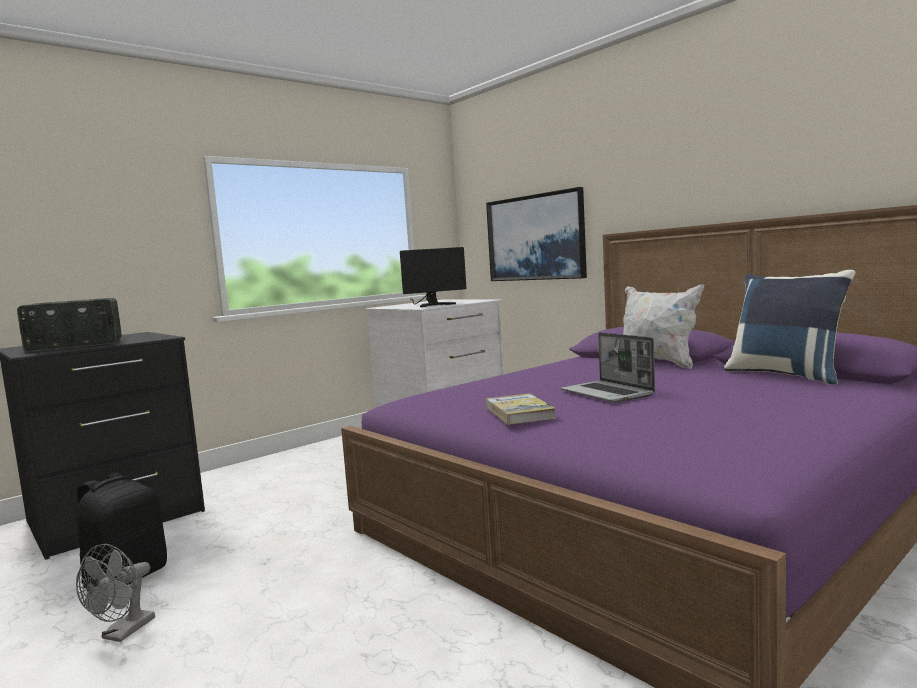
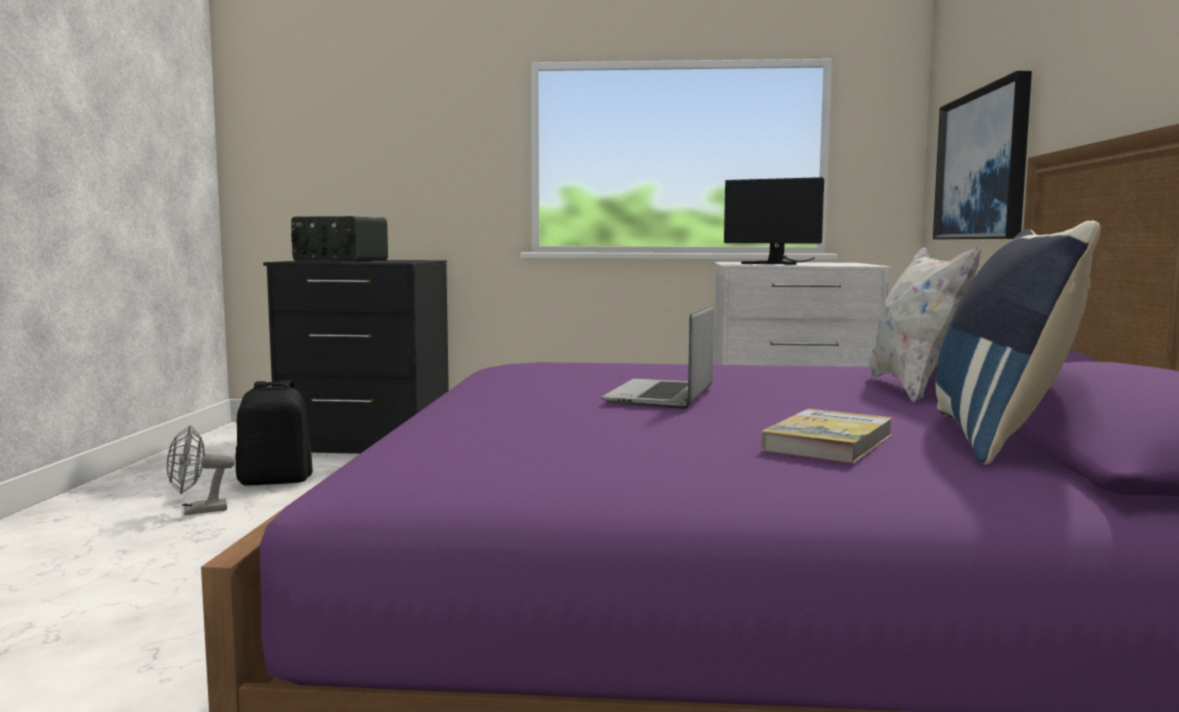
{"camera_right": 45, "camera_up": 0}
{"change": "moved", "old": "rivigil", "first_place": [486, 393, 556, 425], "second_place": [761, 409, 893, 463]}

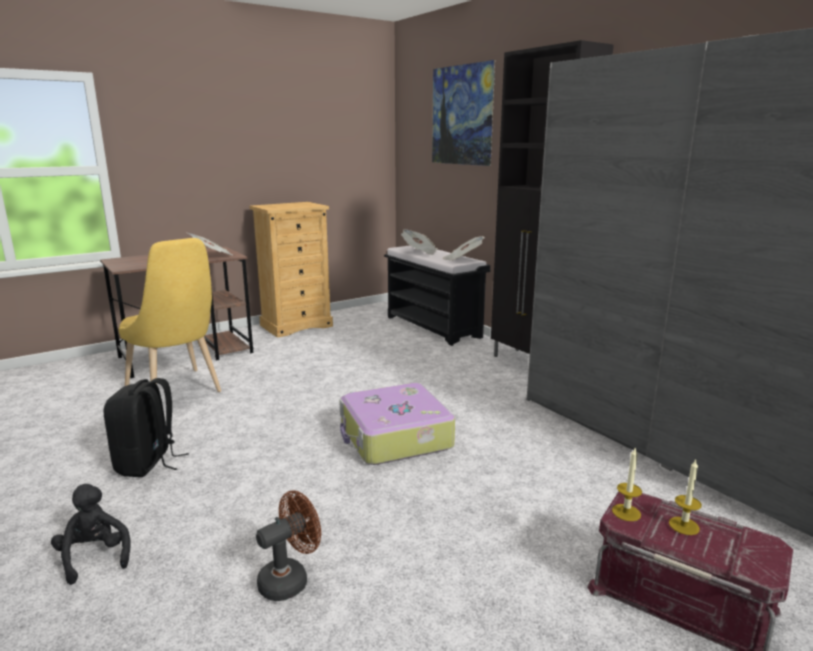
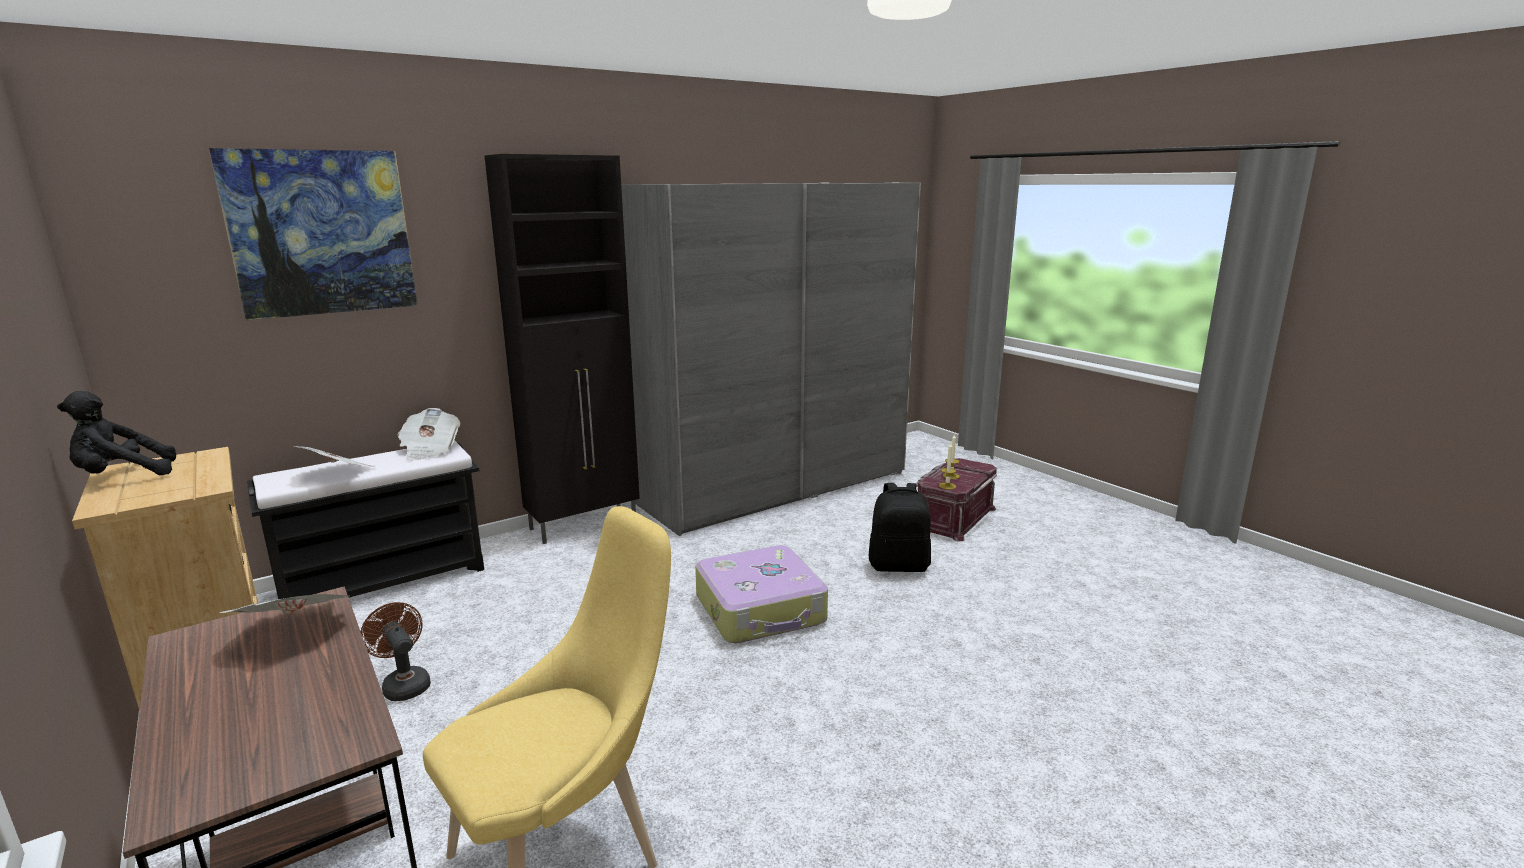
{"camera_right": -90, "camera_up": 0}
{"change": "moved", "old": "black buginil", "first_place": [51, 484, 131, 585], "second_place": [57, 391, 176, 475]}
{"change": "moved", "old": "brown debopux", "first_place": [256, 490, 321, 601], "second_place": [361, 602, 431, 701]}
{"change": "moved", "old": "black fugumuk", "first_place": [104, 378, 189, 477], "second_place": [869, 483, 931, 572]}

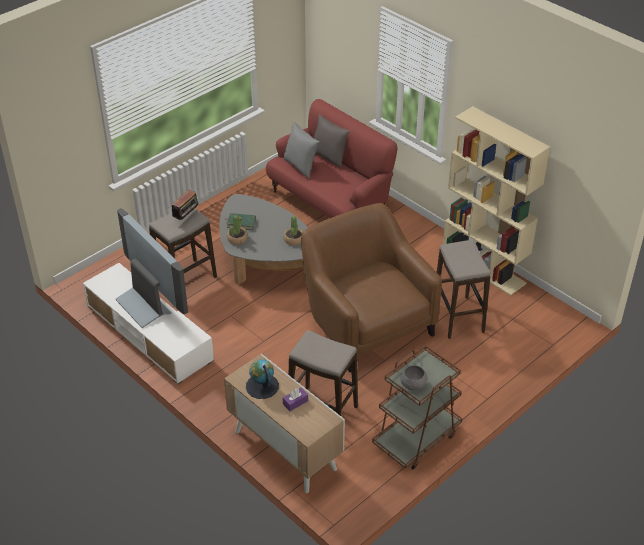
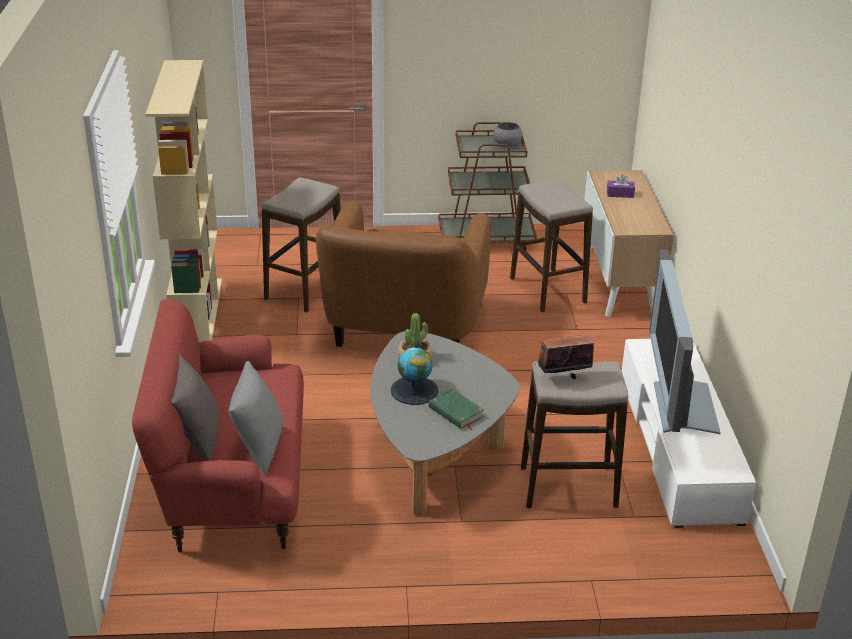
{"camera_right": -140, "camera_up": -10}
{"change": "moved", "old": "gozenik", "first_place": [246, 359, 279, 399], "second_place": [391, 341, 439, 405]}
{"change": "removed", "old": "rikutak", "first_place": [227, 215, 248, 245]}

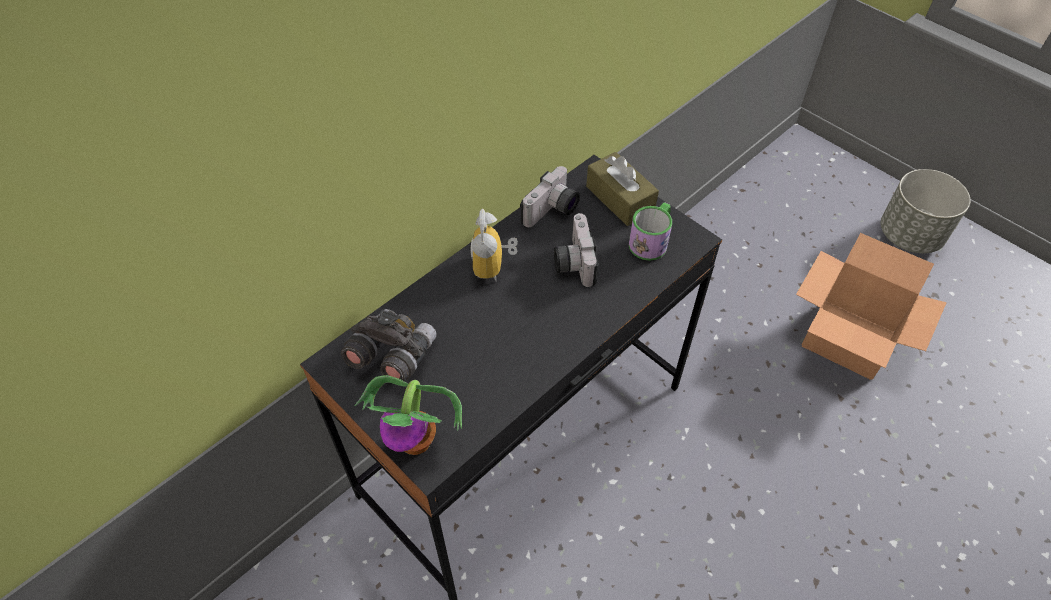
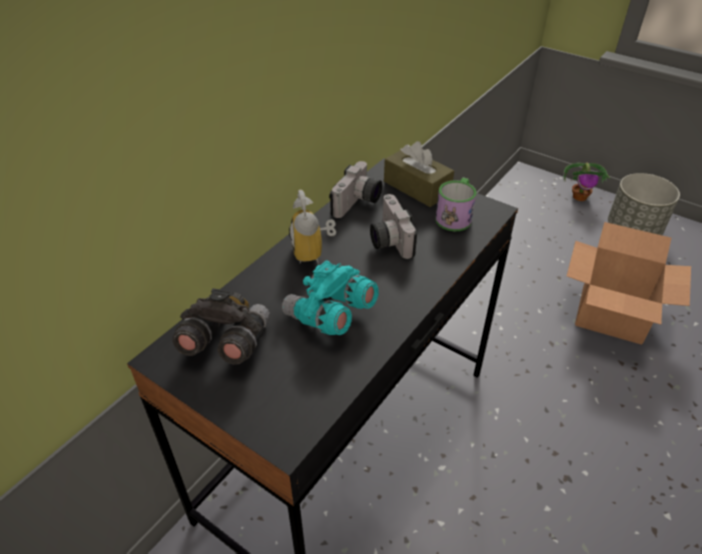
{"camera_right": -10, "camera_up": -10}
{"change": "added", "new": "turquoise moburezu", "second_place": [282, 260, 379, 335]}
{"change": "moved", "old": "rikutak", "first_place": [355, 375, 462, 455], "second_place": [563, 163, 611, 201]}

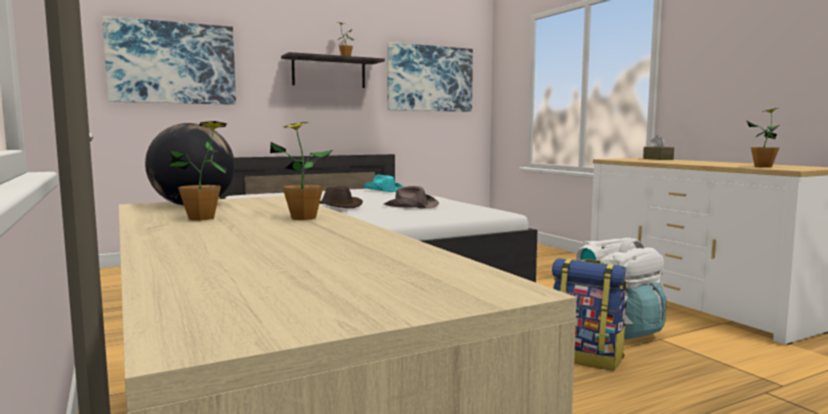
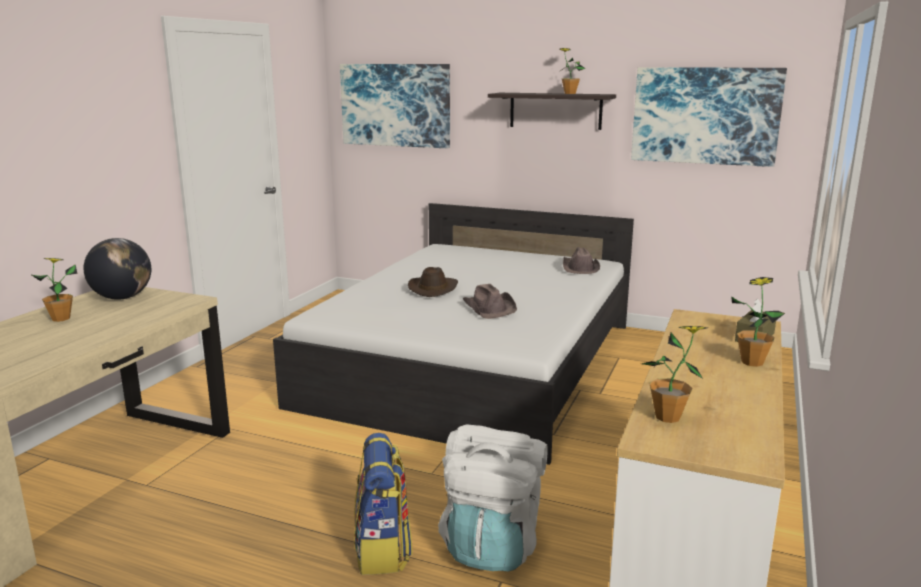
{"camera_right": 50, "camera_up": 10}
{"change": "recoloured", "old": "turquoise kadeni", "new": "brown kadeni", "first_place": [363, 175, 403, 192], "second_place": [563, 247, 600, 274]}
{"change": "moved", "old": "rikutak", "first_place": [270, 122, 332, 220], "second_place": [731, 277, 785, 367]}

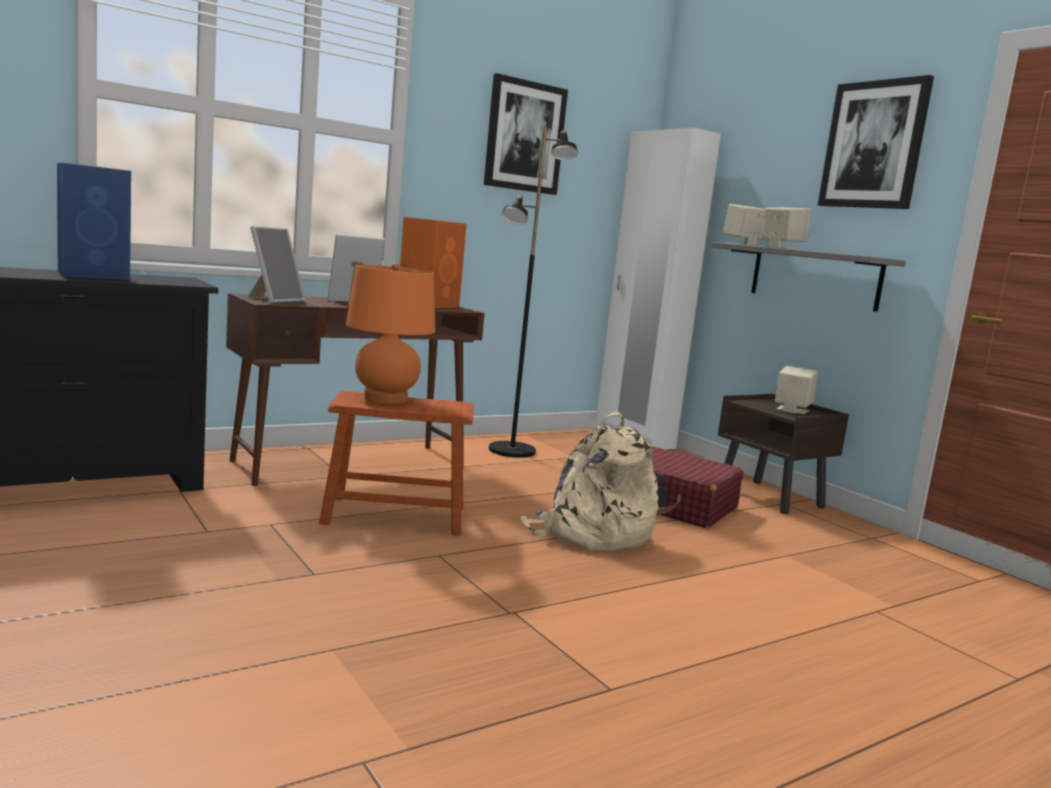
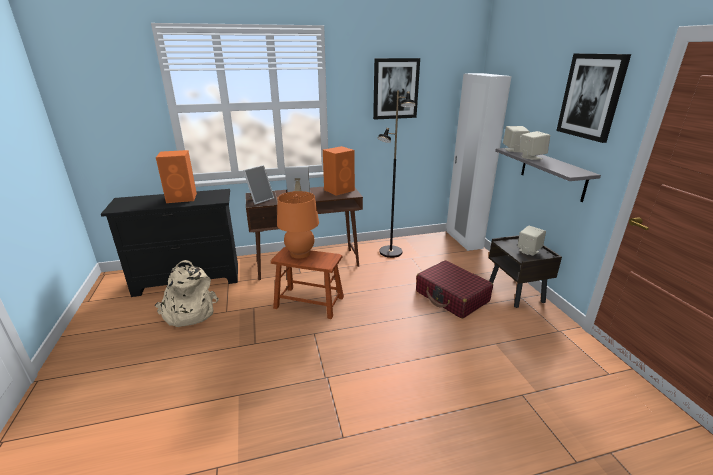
{"camera_right": 20, "camera_up": 15}
{"change": "moved", "old": "beige fugumuk", "first_place": [520, 412, 659, 552], "second_place": [155, 260, 219, 327]}
{"change": "recoloured", "old": "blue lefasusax", "new": "orange lefasusax", "first_place": [57, 163, 131, 280], "second_place": [156, 150, 197, 203]}

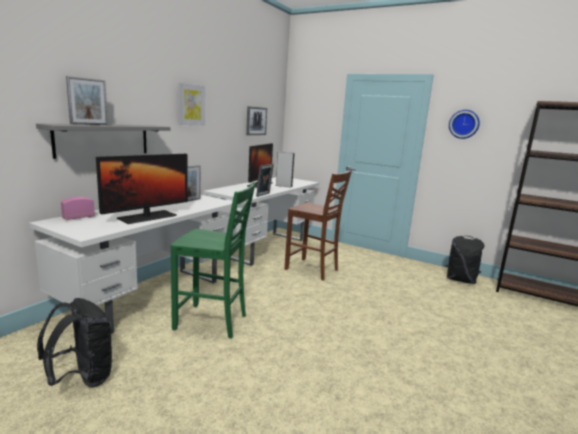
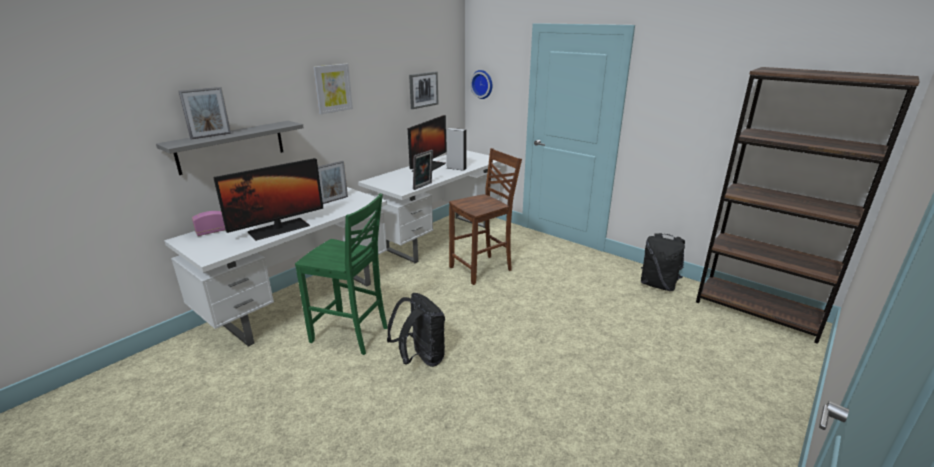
{"camera_right": 10, "camera_up": 10}
{"change": "moved", "old": "black fugumuk", "first_place": [37, 298, 113, 388], "second_place": [387, 293, 445, 367]}
{"change": "turned", "old": "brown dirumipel", "first_place": [285, 170, 352, 280], "second_place": [449, 148, 522, 285], "degrees": -75}
{"change": "moved", "old": "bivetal", "first_place": [449, 110, 480, 139], "second_place": [470, 70, 492, 99]}

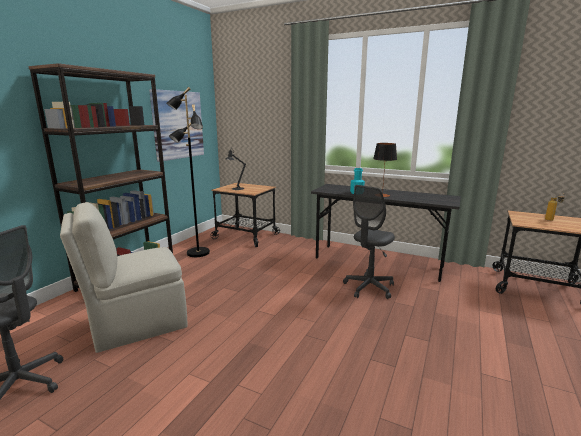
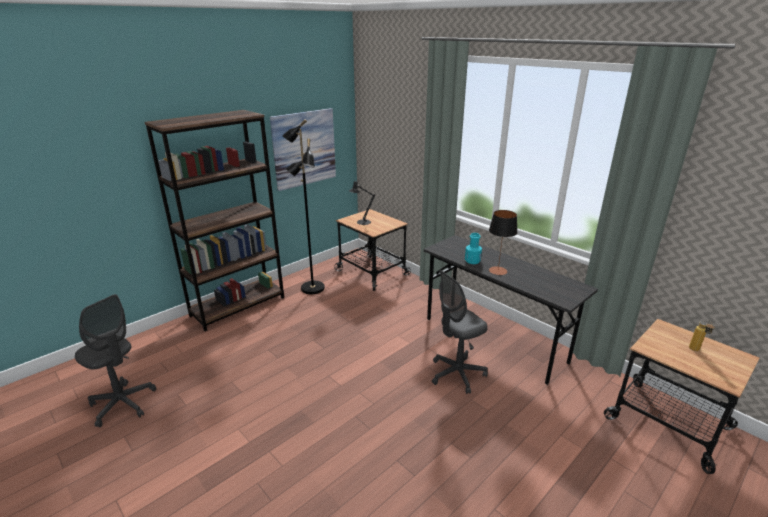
{"camera_right": 20, "camera_up": 10}
{"change": "removed", "old": "beige dirumipel", "first_place": [60, 202, 188, 353]}

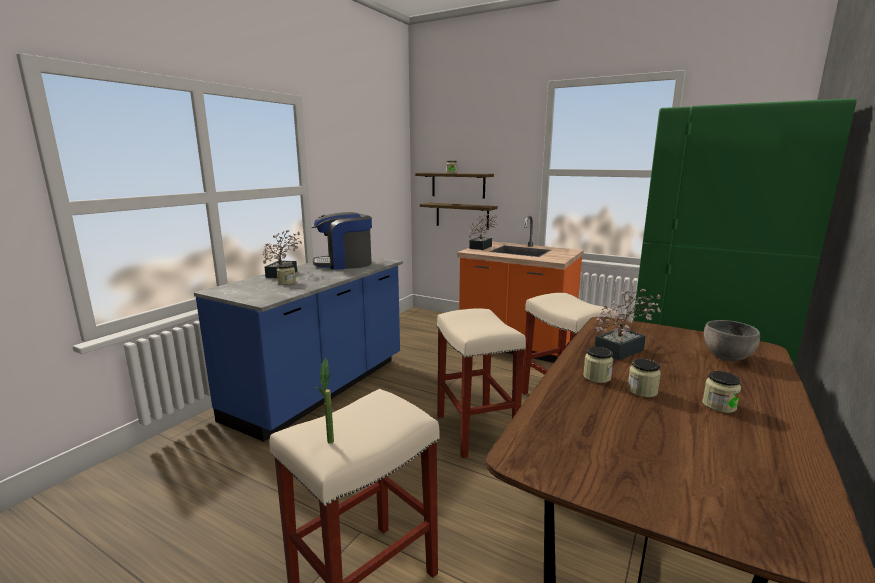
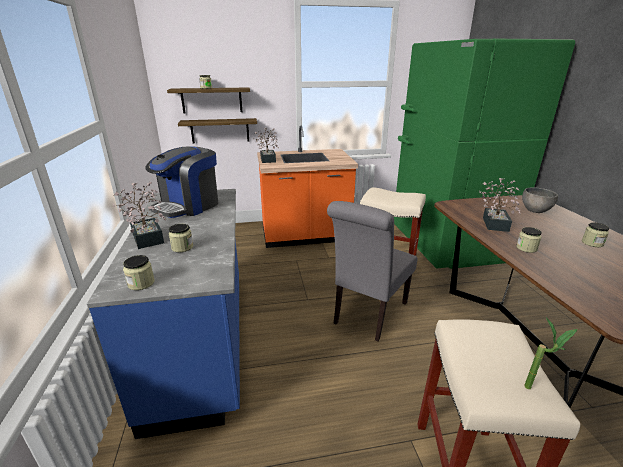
{"camera_right": -40, "camera_up": 10}
{"change": "moved", "old": "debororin", "first_place": [627, 358, 661, 397], "second_place": [123, 255, 155, 290]}
{"change": "replaced", "old": "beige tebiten", "new": "grey dirumipel", "first_place": [437, 308, 526, 458], "second_place": [327, 201, 418, 341]}

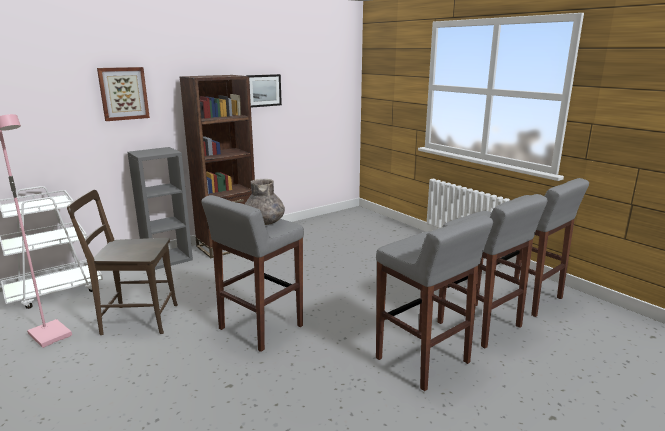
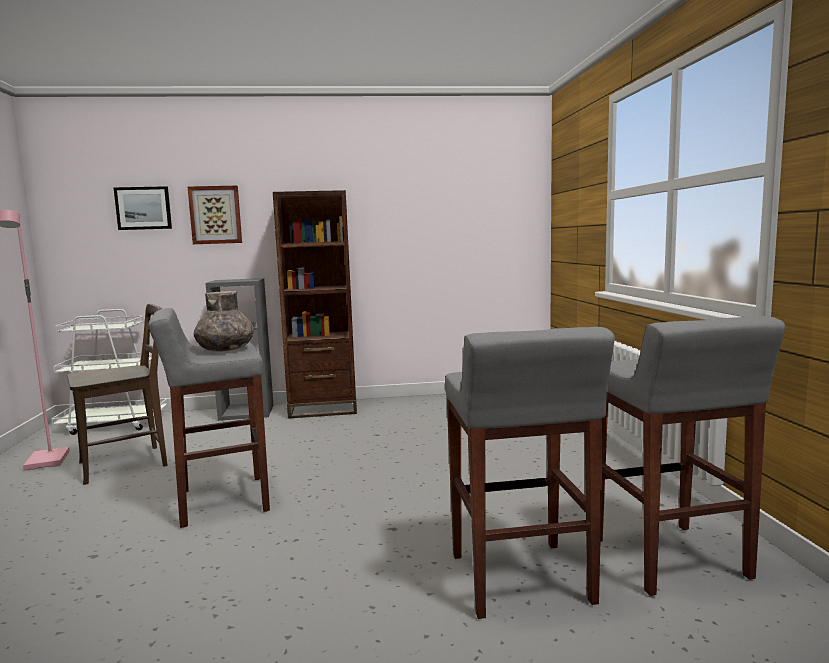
{"camera_right": 30, "camera_up": -10}
{"change": "turned", "old": "brown dirumipel", "first_place": [67, 190, 178, 335], "second_place": [67, 304, 167, 485], "degrees": 120}
{"change": "moved", "old": "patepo", "first_place": [246, 74, 282, 108], "second_place": [113, 186, 172, 230]}
{"change": "removed", "old": "grey tebiten", "first_place": [376, 215, 493, 391]}

